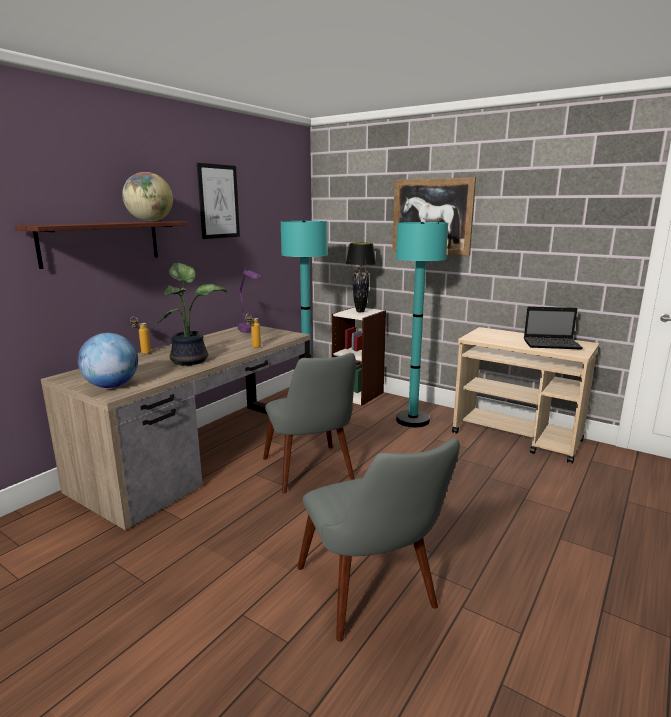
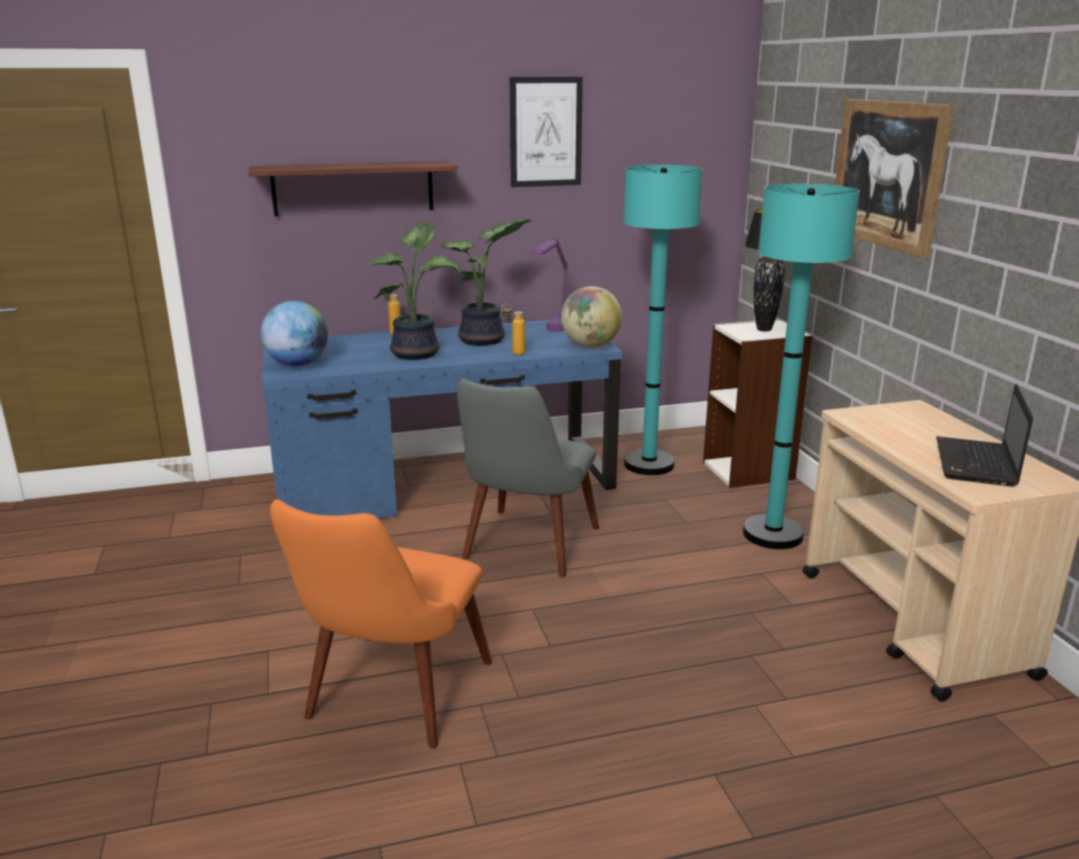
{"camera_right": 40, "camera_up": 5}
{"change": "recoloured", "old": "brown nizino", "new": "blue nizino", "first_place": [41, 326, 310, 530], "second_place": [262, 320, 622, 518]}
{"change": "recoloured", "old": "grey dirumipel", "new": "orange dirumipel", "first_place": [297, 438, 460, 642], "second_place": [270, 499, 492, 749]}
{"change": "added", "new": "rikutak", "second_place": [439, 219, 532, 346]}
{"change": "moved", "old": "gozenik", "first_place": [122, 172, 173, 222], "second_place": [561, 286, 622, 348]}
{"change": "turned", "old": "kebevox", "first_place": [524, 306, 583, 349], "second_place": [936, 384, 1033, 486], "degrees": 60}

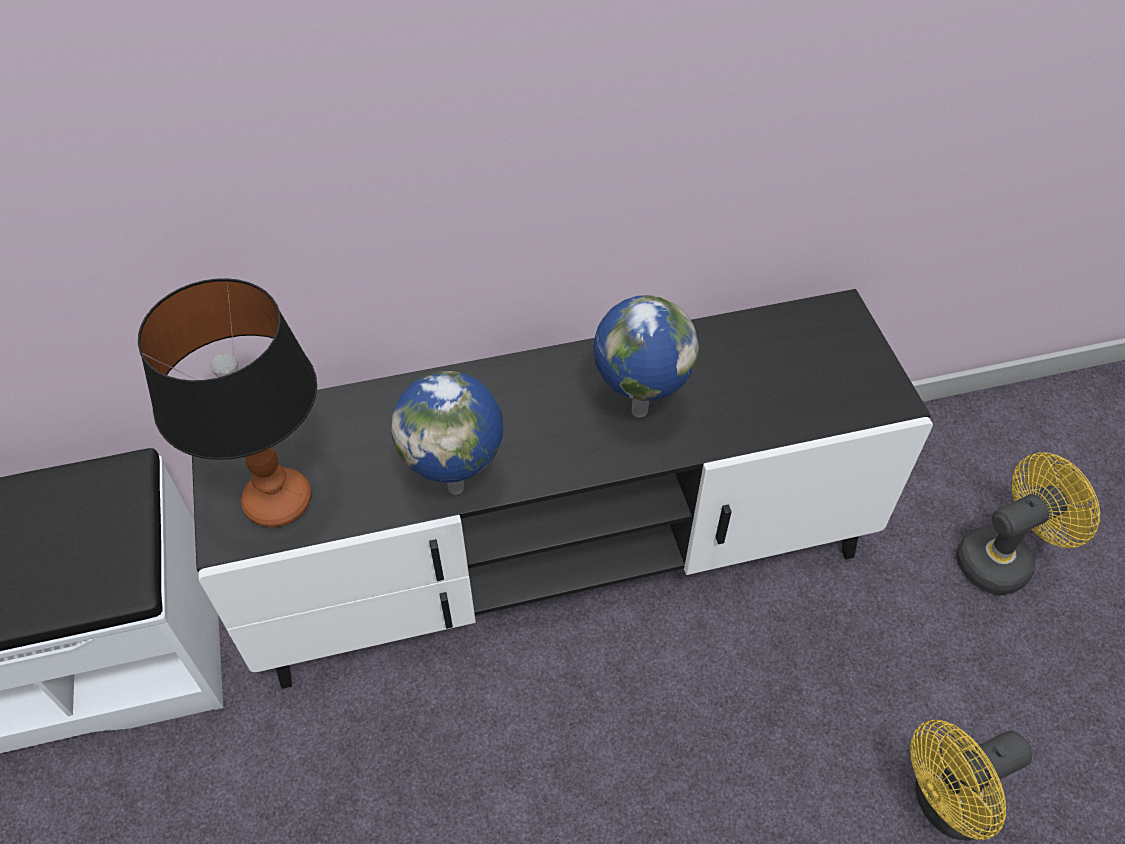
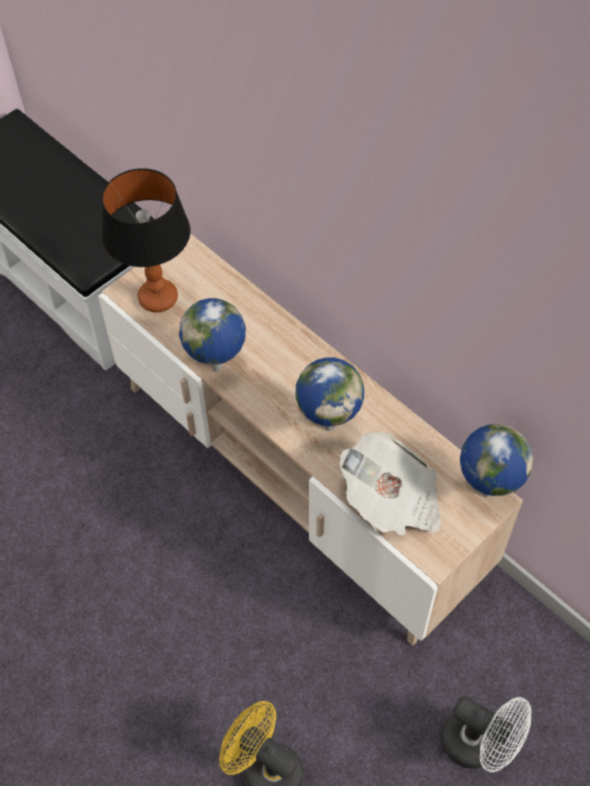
{"camera_right": 60, "camera_up": 5}
{"change": "recoloured", "old": "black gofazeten", "new": "beige gofazeten", "first_place": [192, 289, 933, 689], "second_place": [98, 233, 523, 646]}
{"change": "added", "new": "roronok", "second_place": [340, 432, 441, 536]}
{"change": "recoloured", "old": "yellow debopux", "new": "white debopux", "first_place": [956, 452, 1100, 595], "second_place": [441, 696, 531, 772]}
{"change": "added", "new": "gozenik", "second_place": [460, 424, 533, 497]}

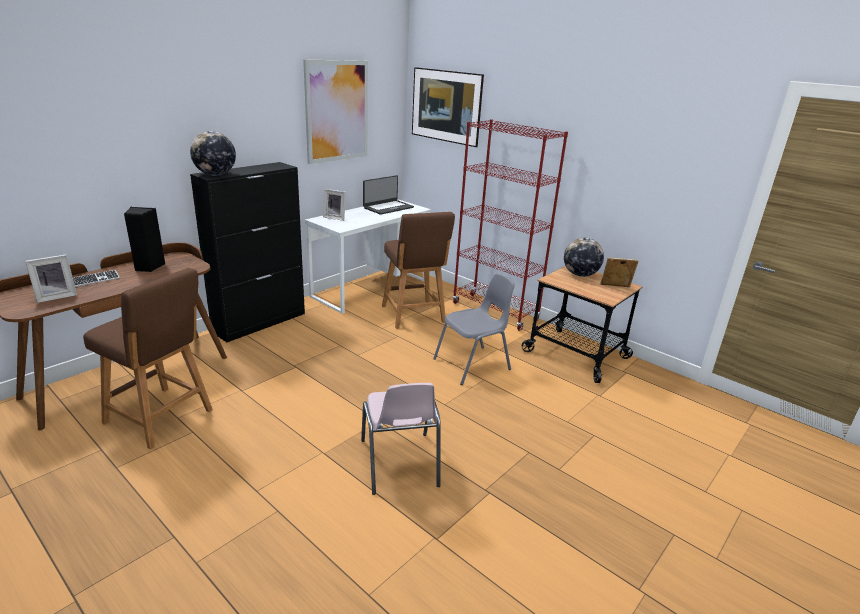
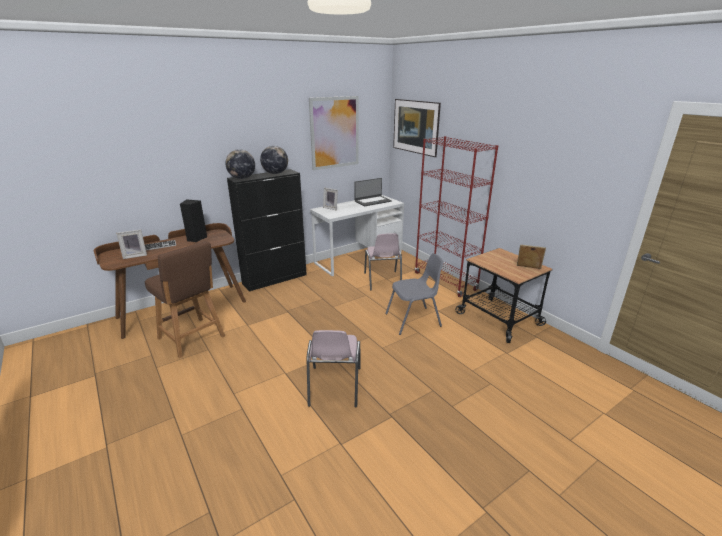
{"camera_right": 15, "camera_up": 0}
{"change": "moved", "old": "gozenik", "first_place": [564, 238, 604, 277], "second_place": [260, 146, 288, 174]}
{"change": "replaced", "old": "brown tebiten", "new": "pink dirumipel", "first_place": [382, 212, 455, 329], "second_place": [364, 233, 402, 290]}

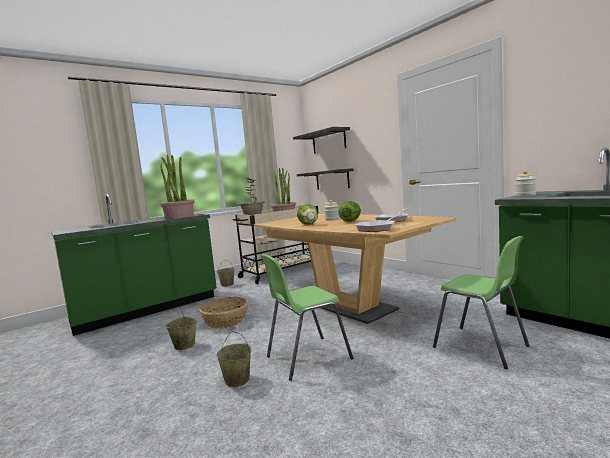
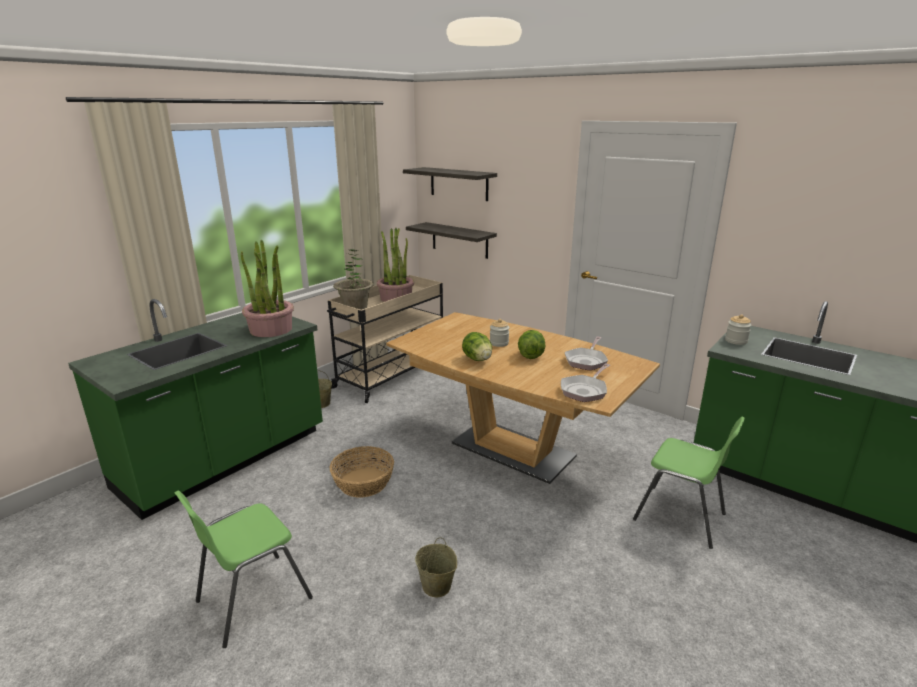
{"camera_right": -15, "camera_up": 15}
{"change": "moved", "old": "green dirumipel", "first_place": [261, 254, 353, 381], "second_place": [175, 491, 313, 648]}
{"change": "removed", "old": "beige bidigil", "first_place": [166, 307, 197, 350]}

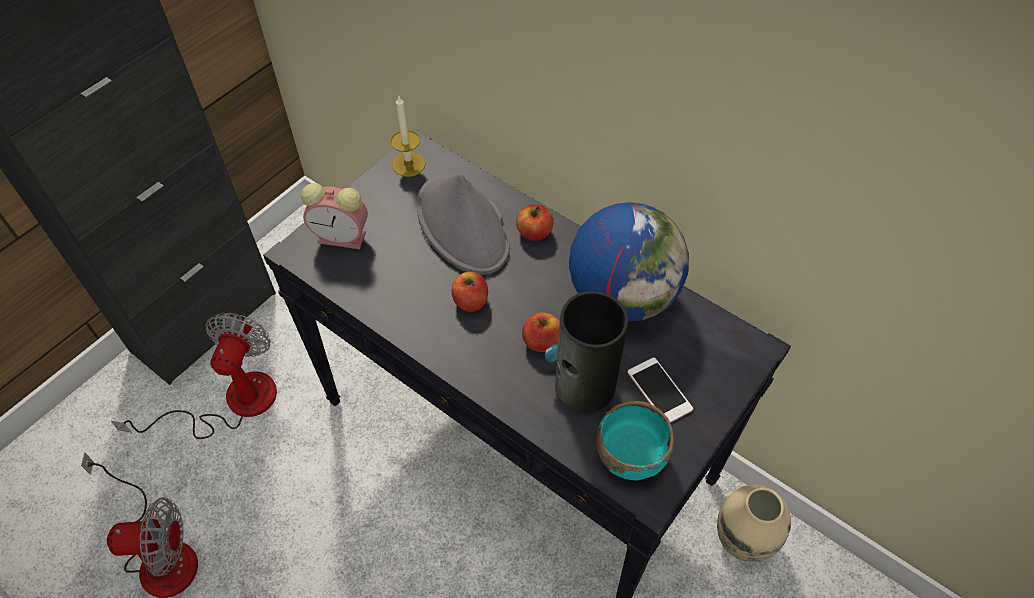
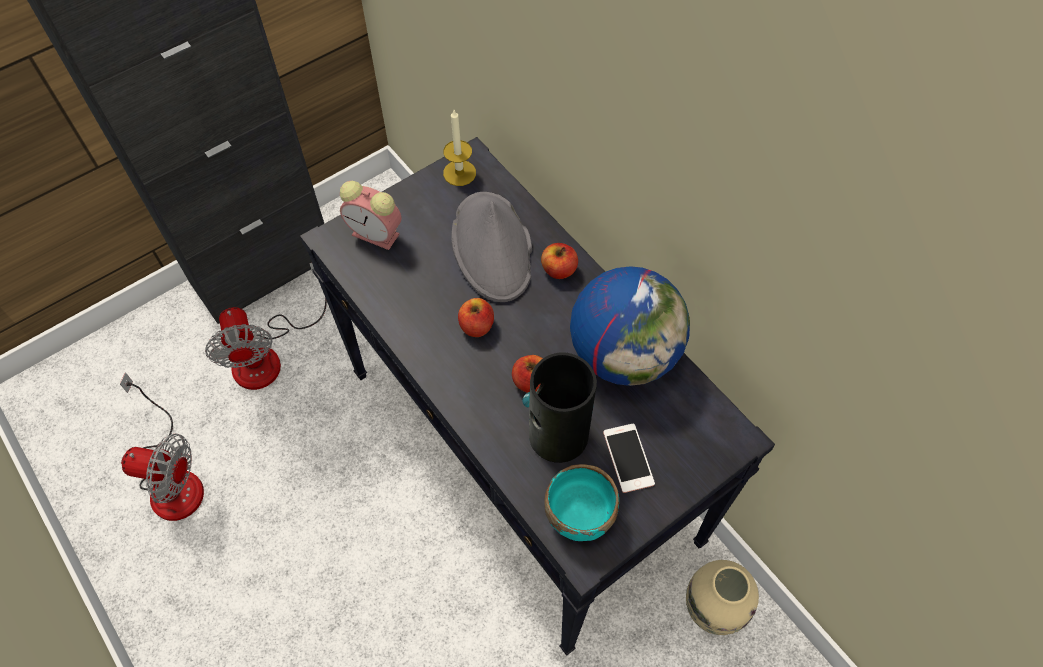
{"camera_right": 15, "camera_up": 5}
{"change": "turned", "old": "debopux", "first_place": [111, 313, 277, 439], "second_place": [205, 263, 327, 390], "degrees": 135}

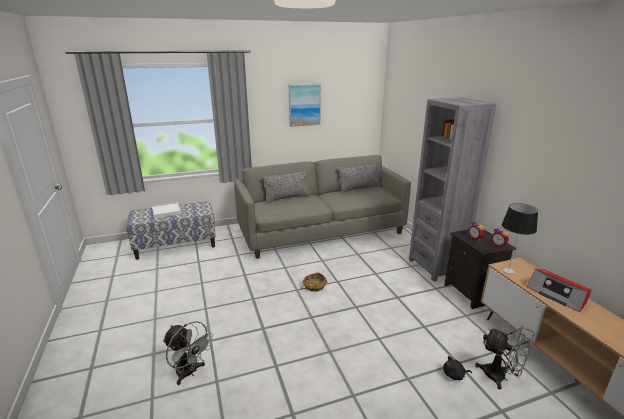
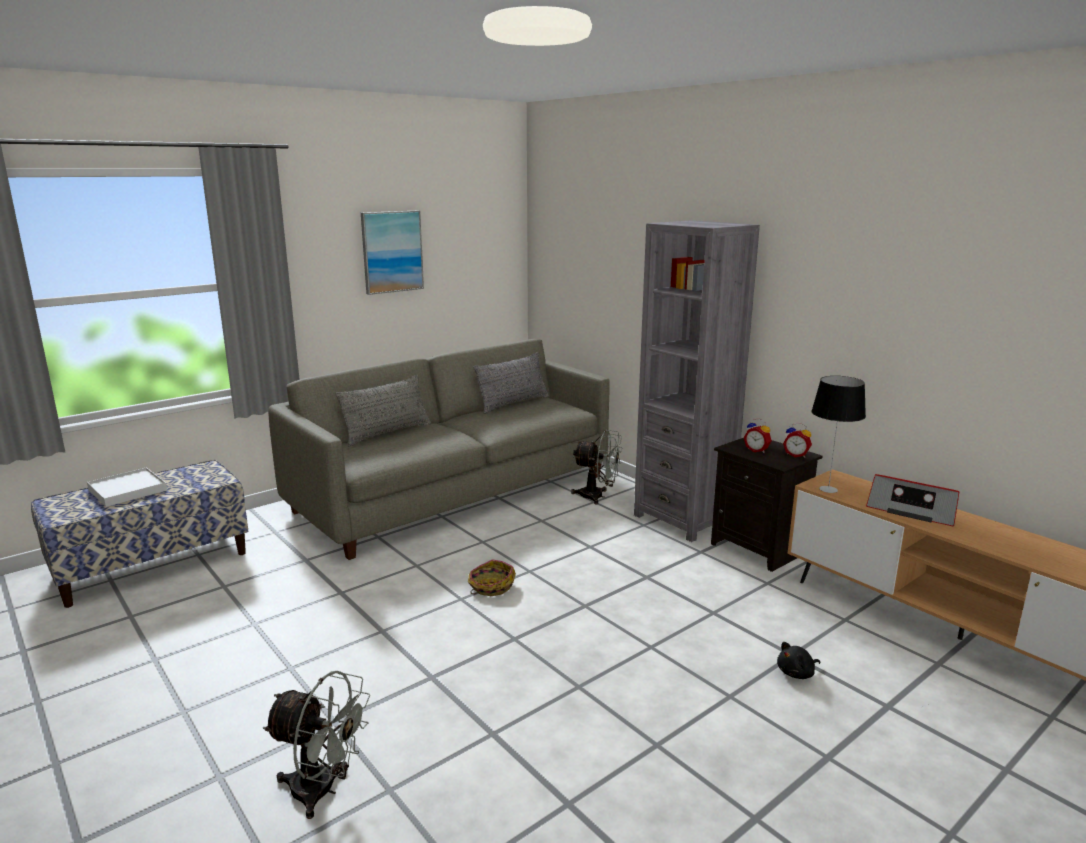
{"camera_right": -20, "camera_up": -5}
{"change": "moved", "old": "grey debopux", "first_place": [475, 325, 534, 390], "second_place": [571, 430, 622, 504]}

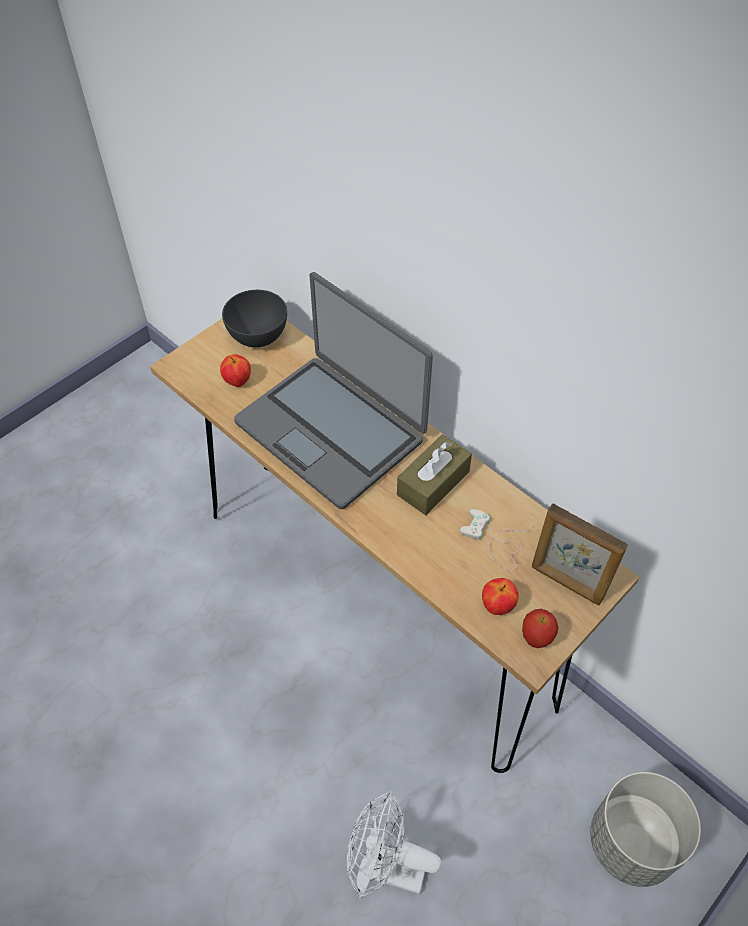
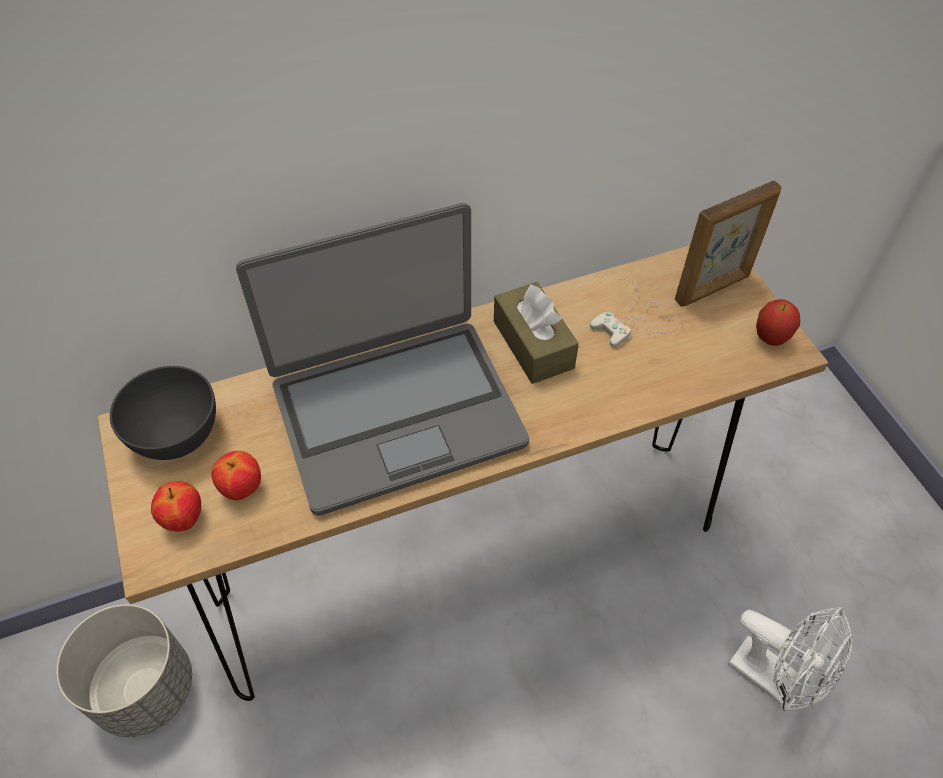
{"camera_right": -65, "camera_up": 0}
{"change": "moved", "old": "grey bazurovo", "first_place": [590, 772, 701, 887], "second_place": [56, 604, 192, 737]}
{"change": "moved", "old": "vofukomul", "first_place": [482, 578, 519, 615], "second_place": [151, 481, 201, 532]}
{"change": "turned", "old": "white debopux", "first_place": [347, 791, 441, 898], "second_place": [728, 607, 853, 711], "degrees": -90}

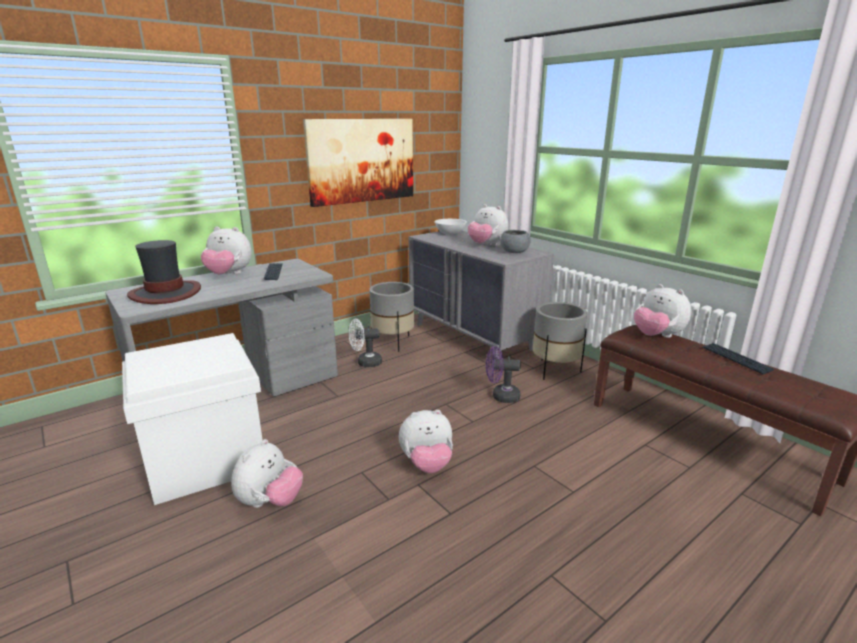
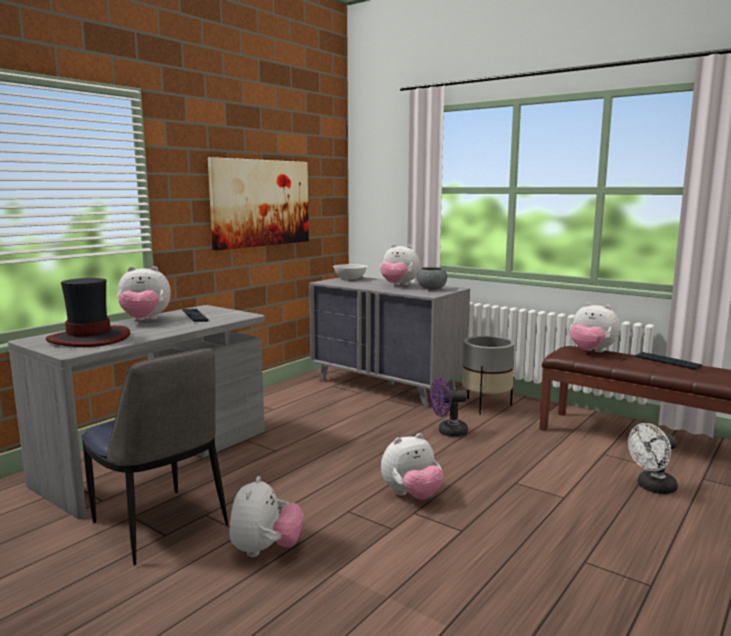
{"camera_right": -15, "camera_up": -10}
{"change": "replaced", "old": "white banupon", "new": "dirumipel", "first_place": [122, 333, 263, 505], "second_place": [81, 348, 228, 566]}
{"change": "moved", "old": "white debopux", "first_place": [349, 318, 382, 367], "second_place": [628, 423, 678, 494]}
{"change": "removed", "old": "grey bazurovo", "first_place": [370, 282, 414, 352]}

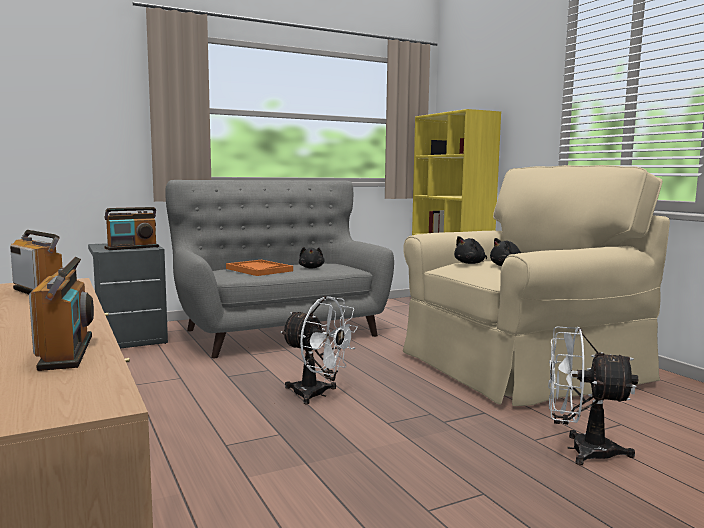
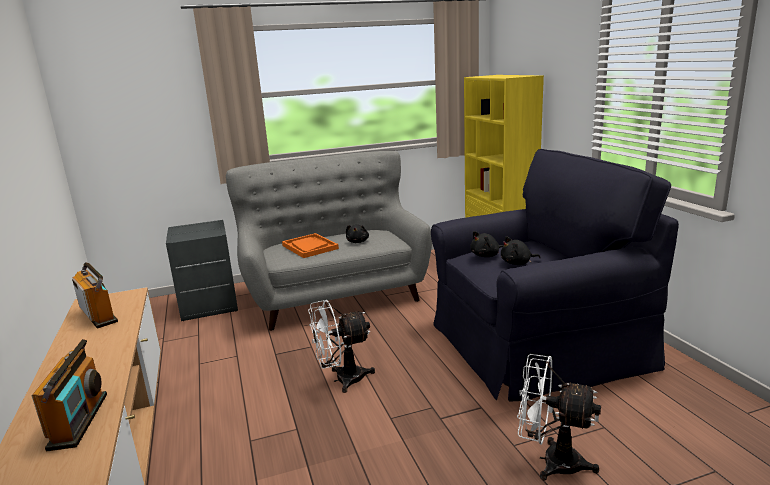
{"camera_right": 10, "camera_up": 10}
{"change": "turned", "old": "white debopux", "first_place": [280, 296, 358, 404], "second_place": [308, 300, 375, 393], "degrees": 120}
{"change": "recoloured", "old": "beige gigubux", "new": "black gigubux", "first_place": [403, 165, 670, 406], "second_place": [431, 149, 679, 402]}
{"change": "removed", "old": "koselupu", "first_place": [105, 207, 159, 250]}

